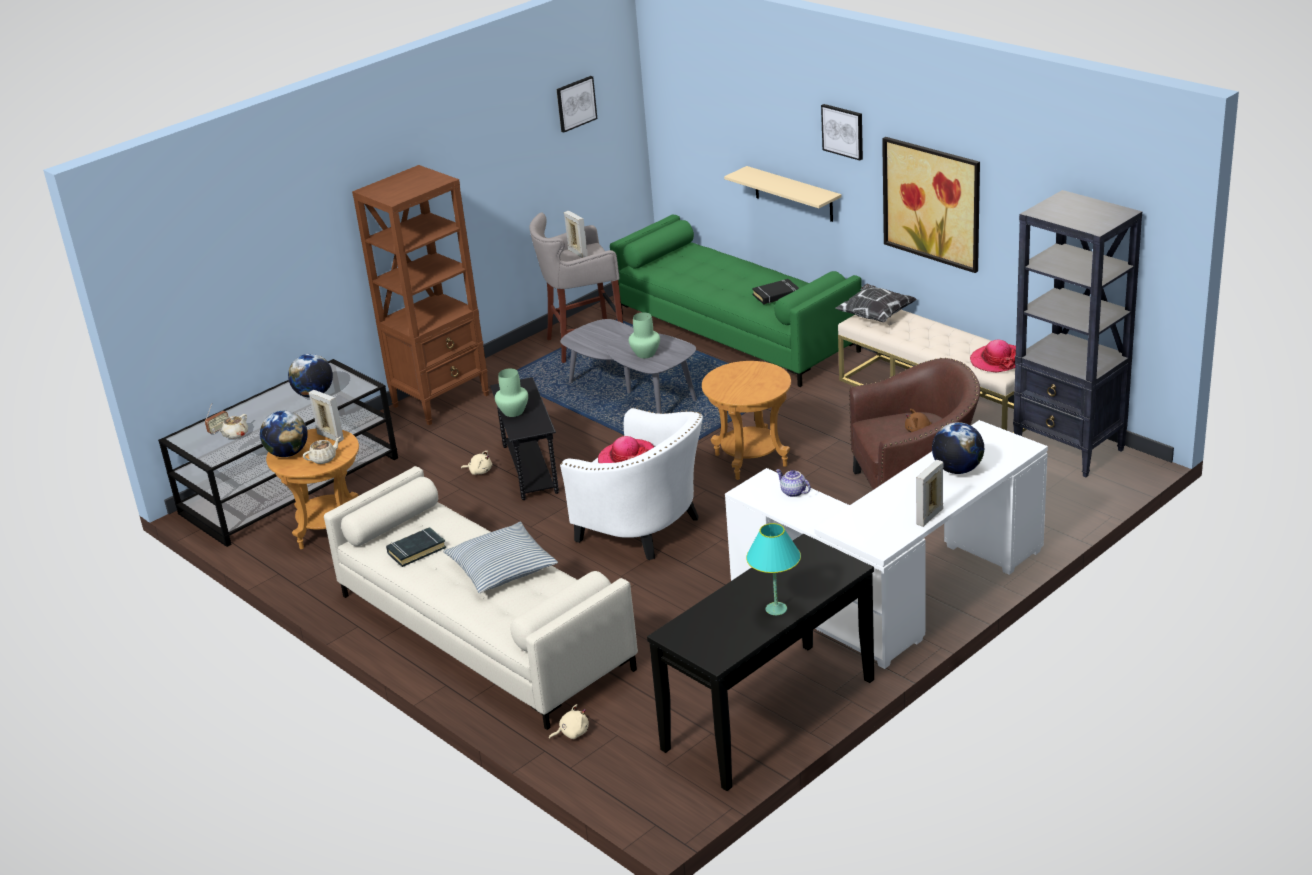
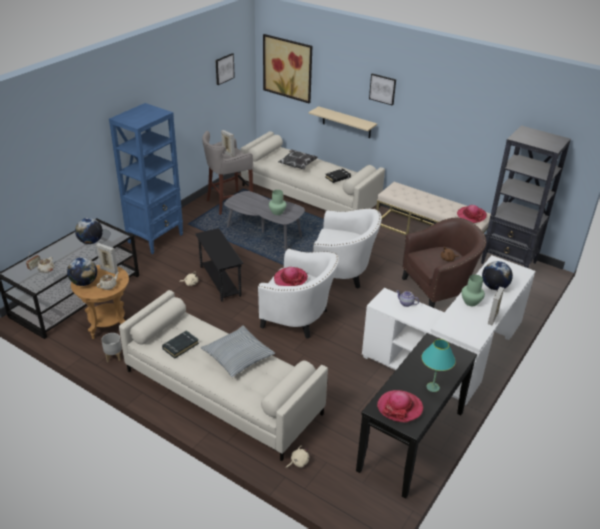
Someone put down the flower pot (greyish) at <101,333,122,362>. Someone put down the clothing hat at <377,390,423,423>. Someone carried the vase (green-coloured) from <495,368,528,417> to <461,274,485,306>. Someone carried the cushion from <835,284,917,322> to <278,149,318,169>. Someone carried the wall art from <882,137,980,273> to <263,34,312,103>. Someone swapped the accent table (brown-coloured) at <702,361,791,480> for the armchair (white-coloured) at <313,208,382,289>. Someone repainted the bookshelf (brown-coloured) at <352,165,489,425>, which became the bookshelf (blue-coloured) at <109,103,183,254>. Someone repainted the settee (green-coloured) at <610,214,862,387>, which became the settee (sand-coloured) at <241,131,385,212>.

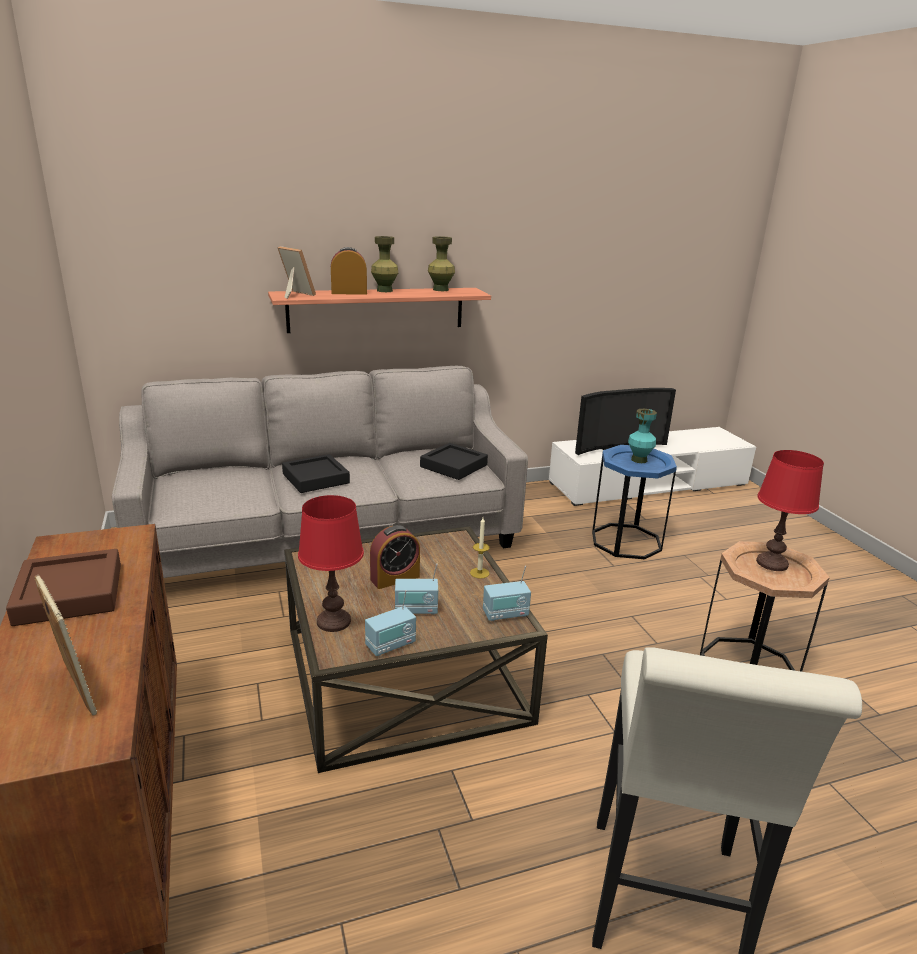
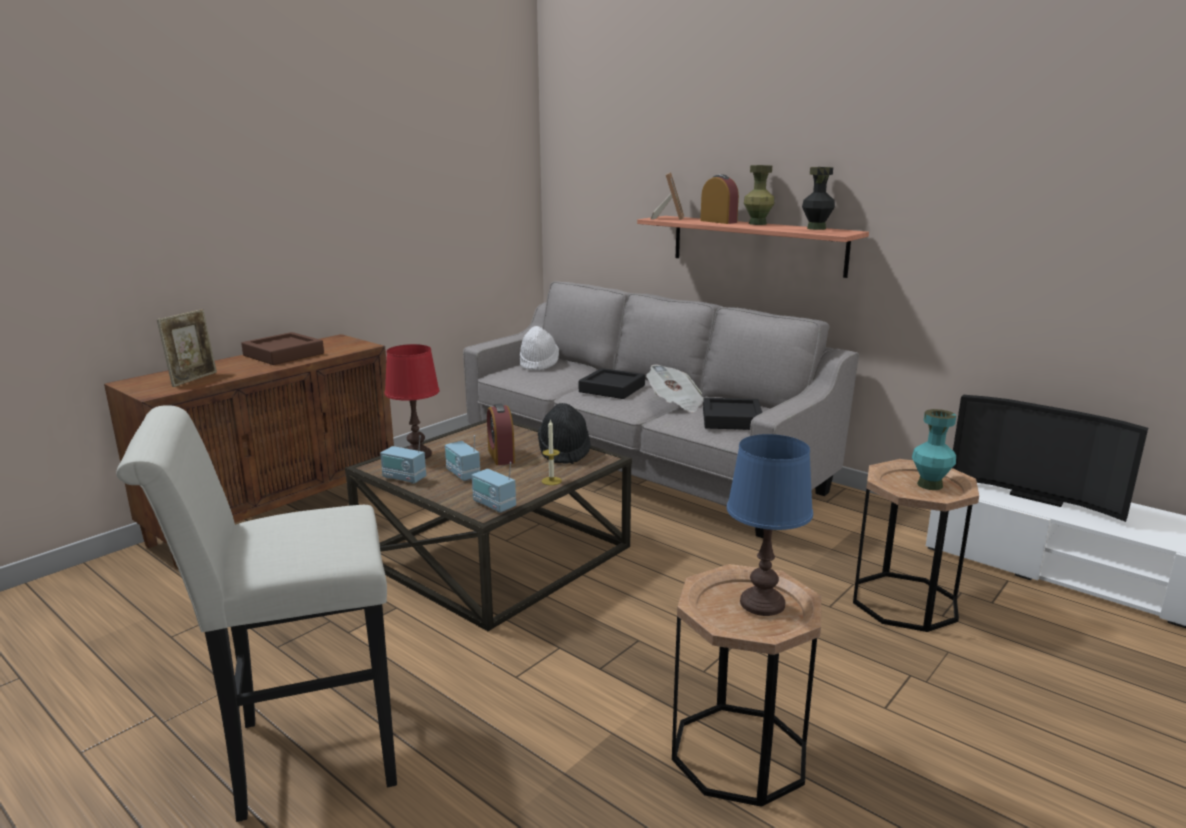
Someone put down the clothing hat (white-coloured) at <520,326,559,371>. Someone put down the clothing hat (black) at <538,403,591,464>. Someone put down the printed paper at <646,364,704,412>. Someone repainted the vase (green-coloured) at <428,236,455,291>, which became the vase (black) at <802,167,835,230>. Someone repainted the accent table (blue-coloured) at <592,445,677,559>, which became the accent table (brown-coloured) at <853,459,979,632>. Someone repainted the tabletop lamp (reddish) at <756,450,824,571>, which became the tabletop lamp (blue-coloured) at <727,434,813,616>. Someone rotated the alarm clock at <370,525,420,589> by 45 degrees clockwise.

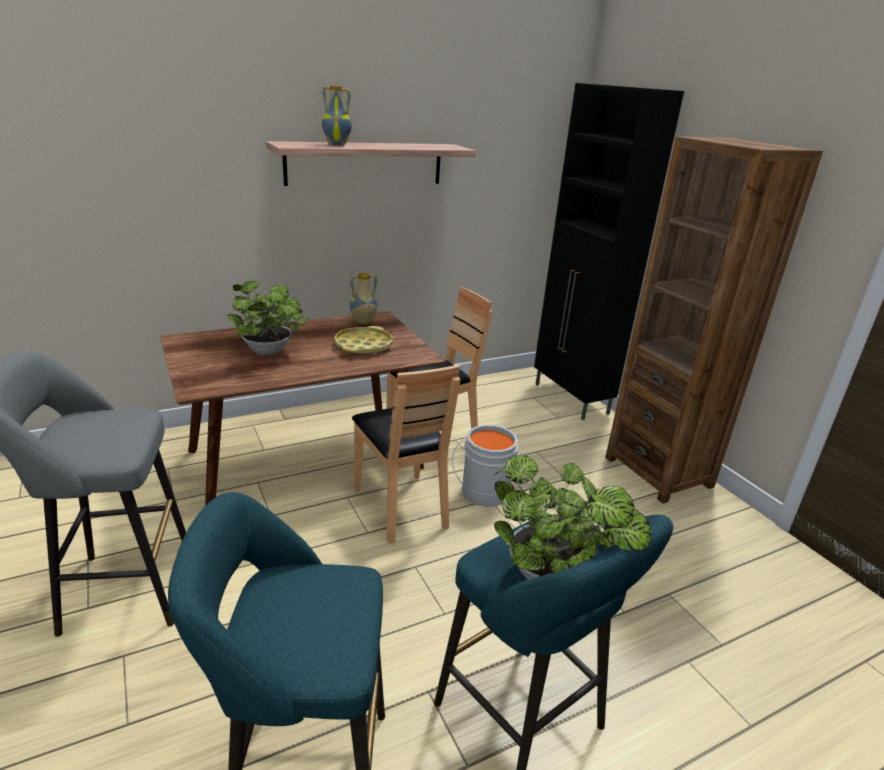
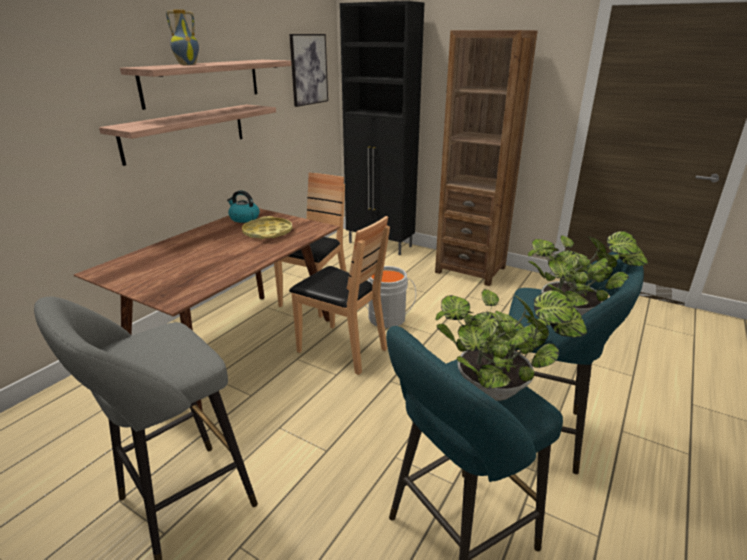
Someone put up the bracket shelf at <99,104,276,166>. Someone put up the wall art at <289,34,328,107>. Someone carried the houseplant from <227,281,308,355> to <435,289,587,401>. Someone swapped the vase at <350,273,377,324> for the kettle at <227,190,259,223>.

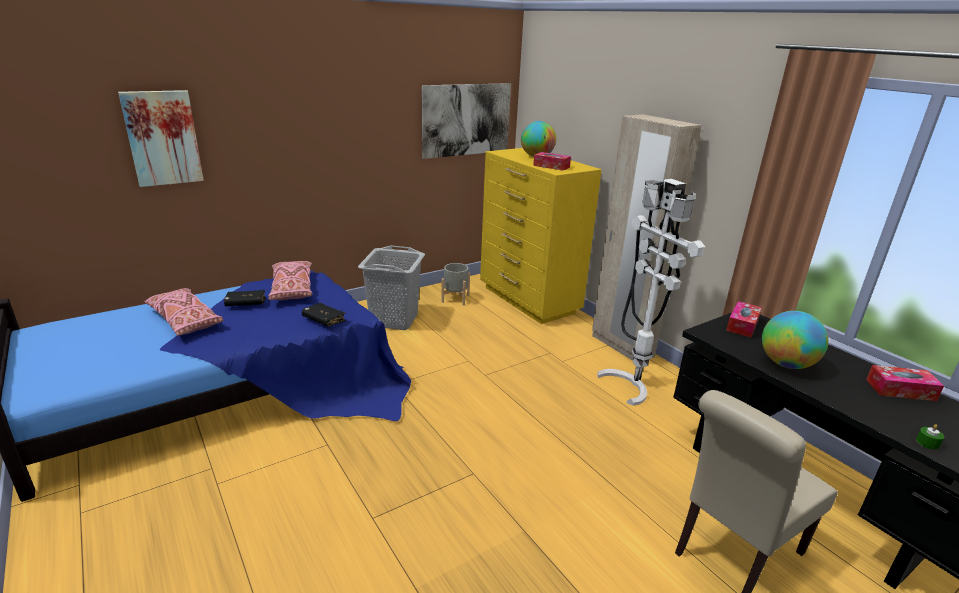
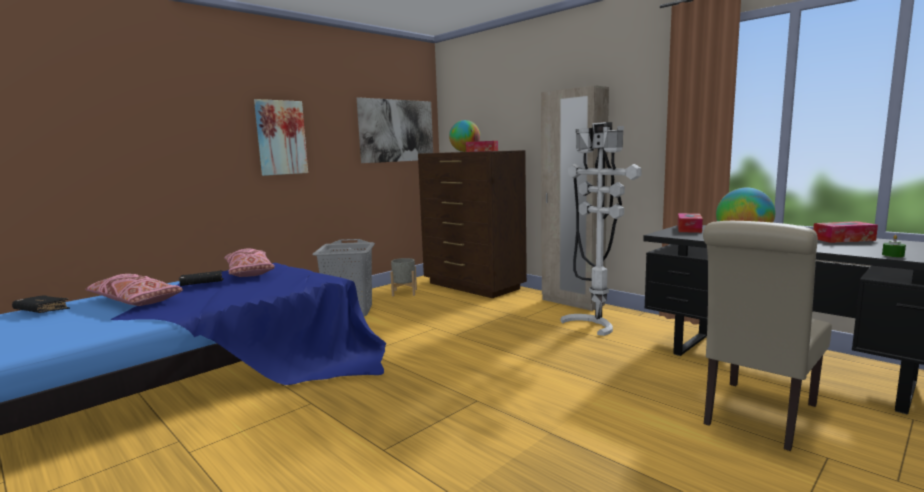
Someone carried the wall art from <118,90,204,187> to <254,99,308,176>. Someone carried the bound book (black) from <302,303,346,327> to <12,295,70,313>. Someone repainted the drawer chest (yellow-coloured) at <480,148,602,324>, which became the drawer chest (brown-coloured) at <418,150,527,298>.

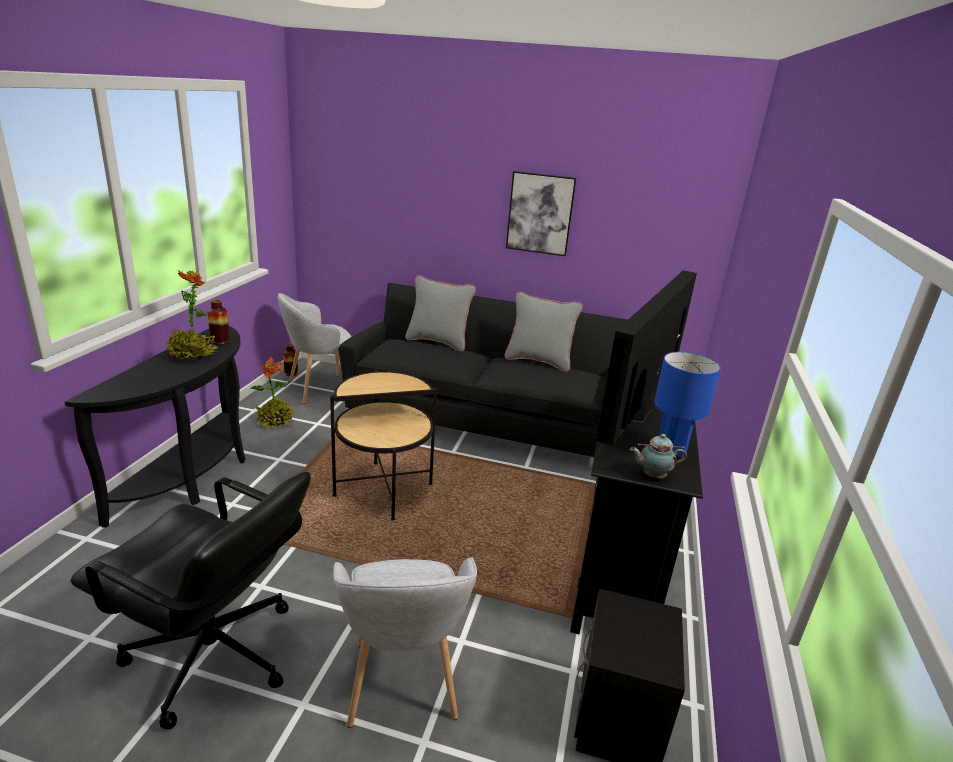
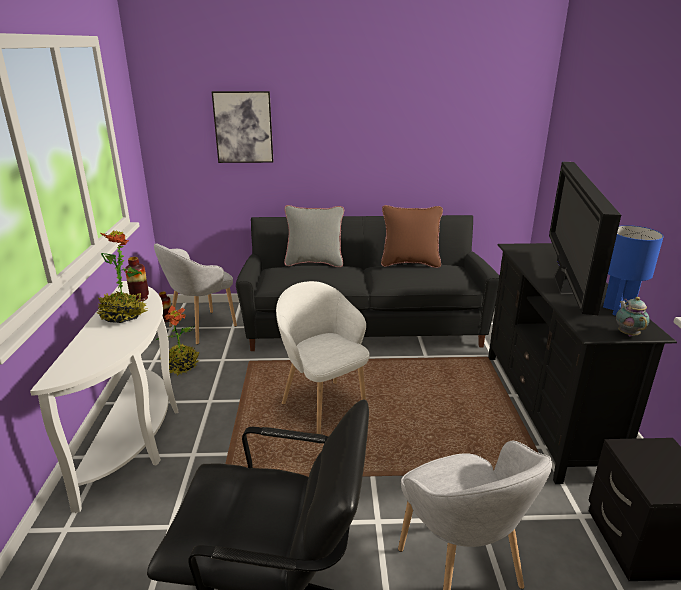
Someone carried the wall art from <506,171,576,256> to <212,91,273,163>. Someone swapped the accent table at <330,370,437,521> for the armchair (white-coloured) at <276,281,370,434>. Someone repainted the console table (black) at <64,326,246,528>, which became the console table (white-coloured) at <30,281,179,513>. Someone repainted the cushion (greyish) at <505,292,583,372>, which became the cushion (brown-coloured) at <381,205,443,268>. Someone rotated the tea pot at <630,434,687,478> by 105 degrees clockwise.

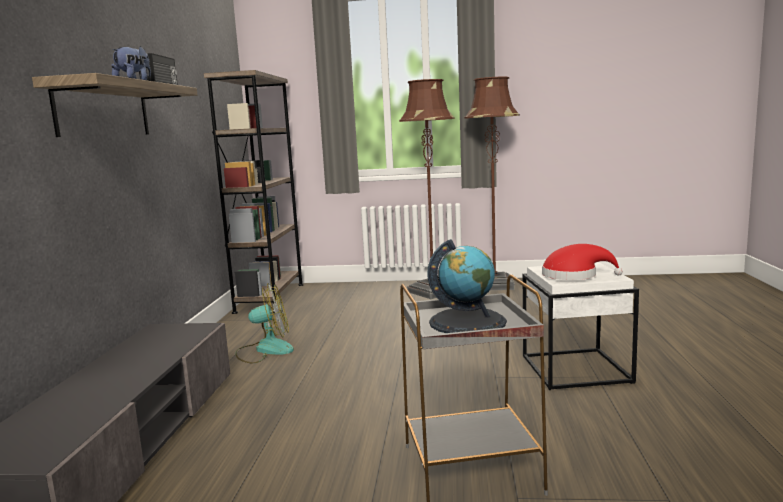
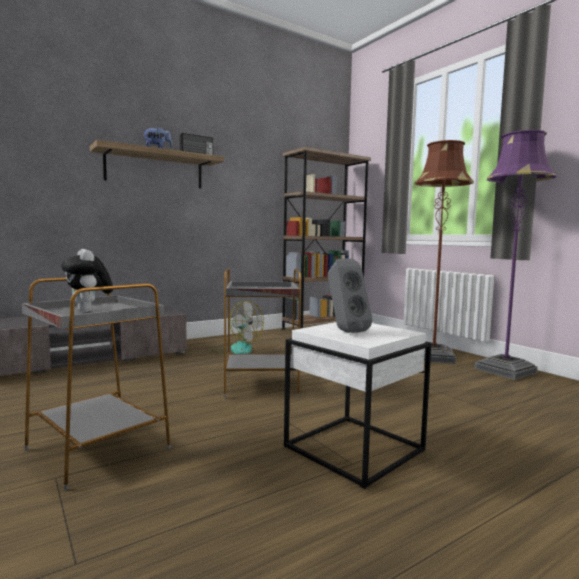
Someone put down the accent table (greyish) at <224,267,301,398>. Someone swapped the world globe at <428,239,507,333> for the plush toy at <61,249,113,312>. Someone swapped the clothing hat (reddish) at <542,244,623,280> for the loudspeaker (greyish) at <328,259,372,333>. Someone repainted the standing lamp (brown-coloured) at <464,77,520,290>, which became the standing lamp (purple-coloured) at <475,130,557,380>.

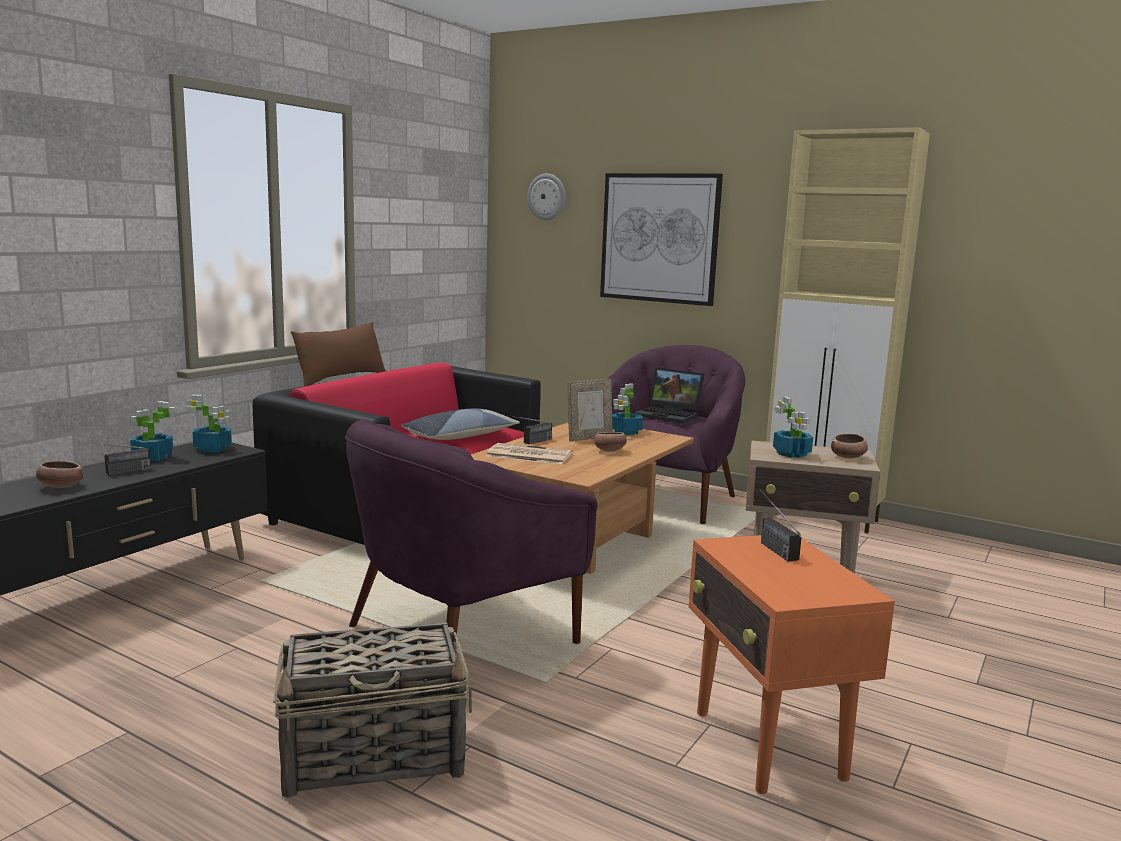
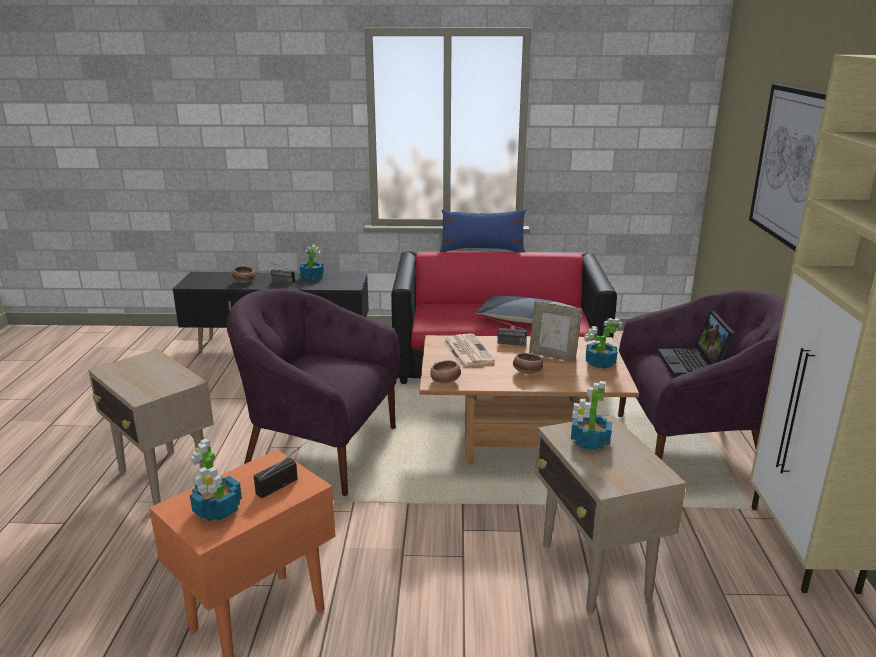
Someone took away the wall clock at <527,174,566,220>. Someone carried the houseplant from <186,394,232,453> to <190,439,242,521>. Someone carried the bowl from <831,433,868,459> to <430,360,461,384>. Someone swapped the storage basket at <273,623,472,798> for the accent table (sand-coloured) at <88,349,214,505>. Someone repainted the cushion (brown-coloured) at <291,322,386,387>, which became the cushion (blue-coloured) at <440,210,526,252>.

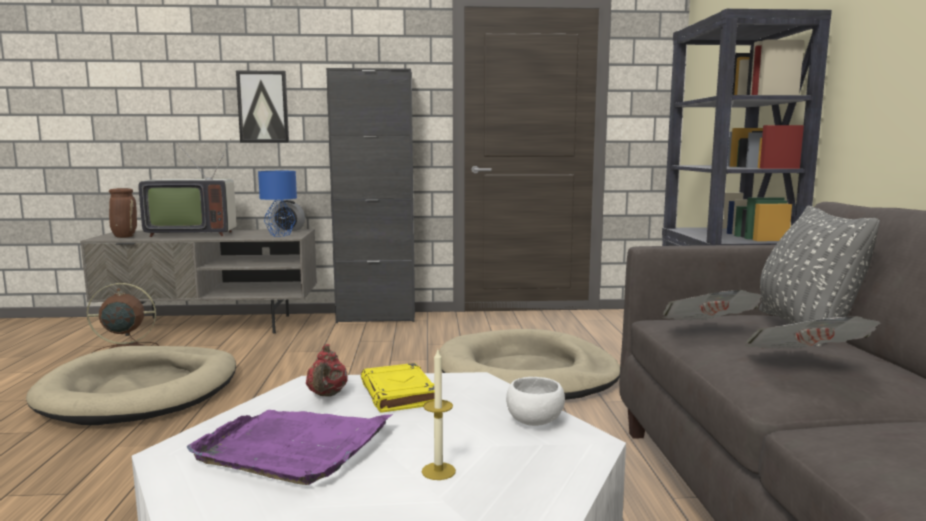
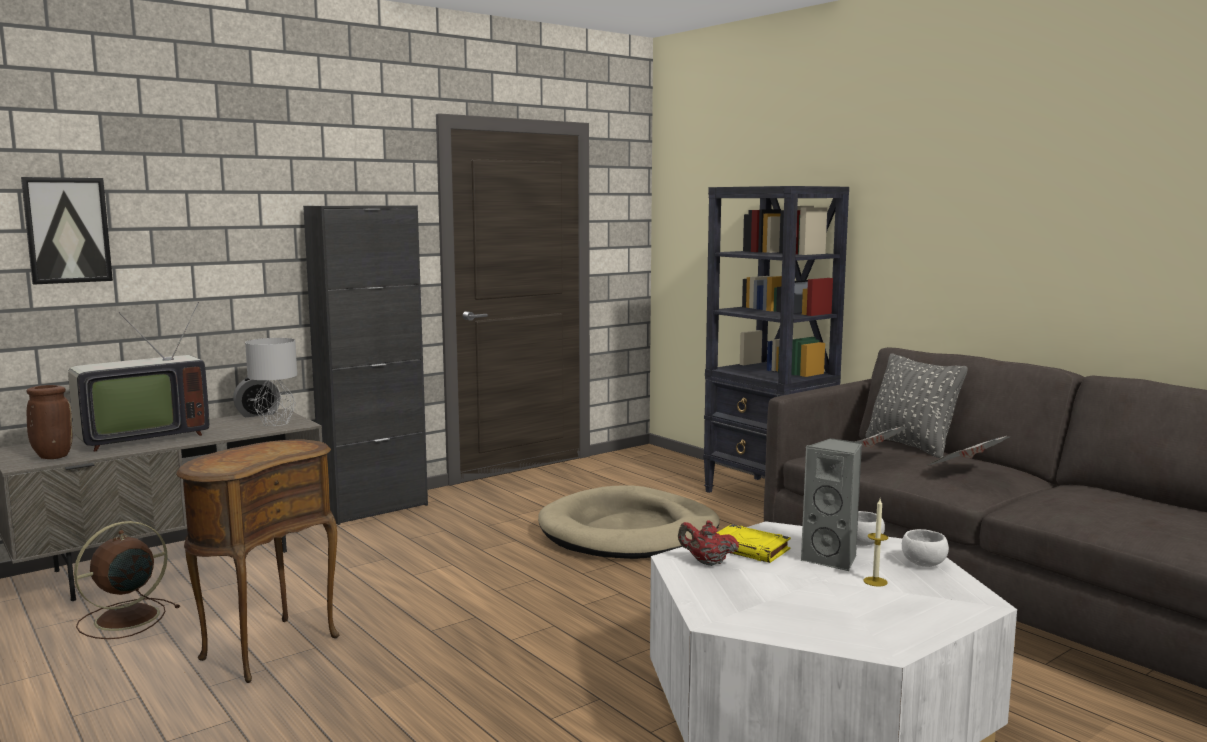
Someone took away the serving tray (purple-coloured) at <187,410,393,485>. Someone put down the loudspeaker (greyish) at <801,438,862,571>. Someone put down the bowl (white-coloured) at <902,529,949,567>. Someone carried the wall art from <236,70,289,142> to <21,177,113,285>. Someone swapped the dog cushion (sand-coloured) at <26,346,236,425> for the accent table (brown-coloured) at <176,440,339,683>. Someone repainted the tabletop lamp (blue-coloured) at <258,171,297,236>, which became the tabletop lamp (greyish) at <245,338,297,426>. Someone rotated the tea pot (reddish) at <306,344,348,397> by 150 degrees clockwise.

